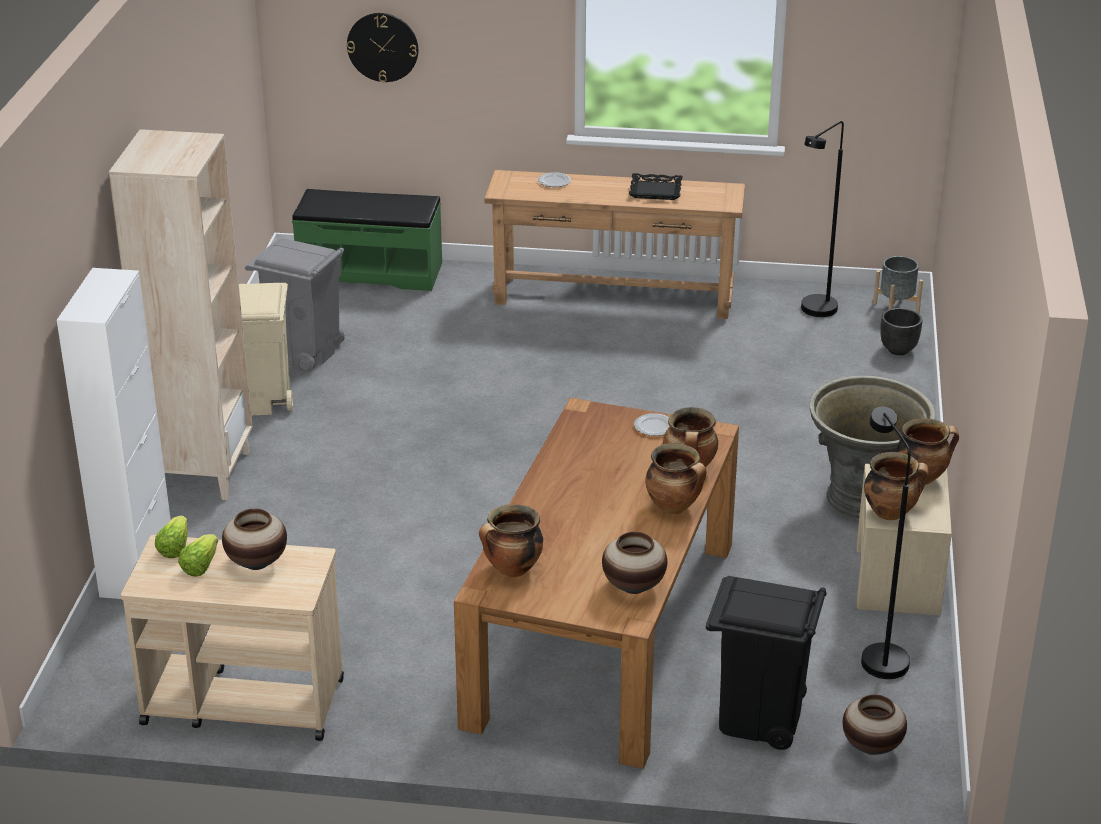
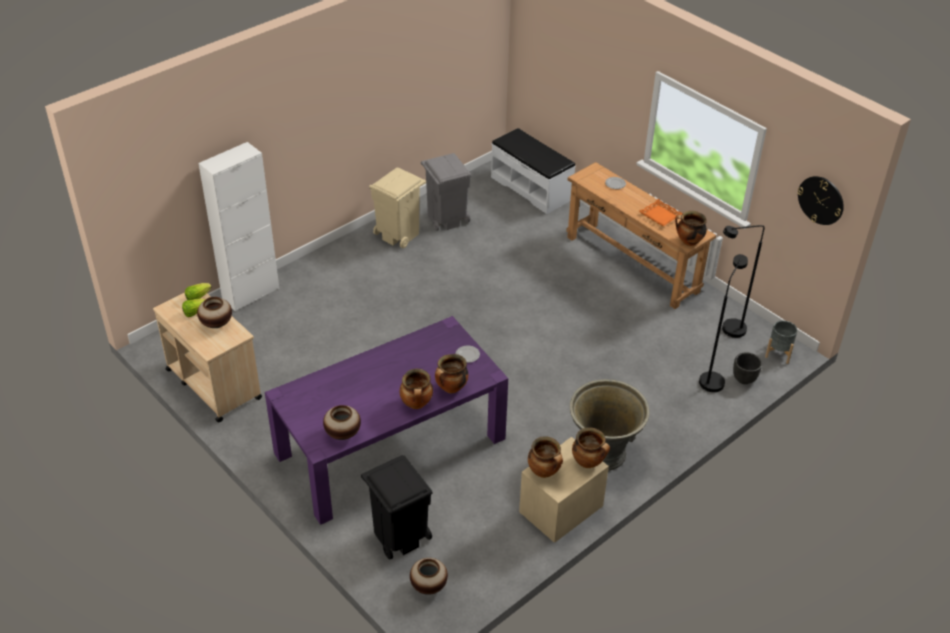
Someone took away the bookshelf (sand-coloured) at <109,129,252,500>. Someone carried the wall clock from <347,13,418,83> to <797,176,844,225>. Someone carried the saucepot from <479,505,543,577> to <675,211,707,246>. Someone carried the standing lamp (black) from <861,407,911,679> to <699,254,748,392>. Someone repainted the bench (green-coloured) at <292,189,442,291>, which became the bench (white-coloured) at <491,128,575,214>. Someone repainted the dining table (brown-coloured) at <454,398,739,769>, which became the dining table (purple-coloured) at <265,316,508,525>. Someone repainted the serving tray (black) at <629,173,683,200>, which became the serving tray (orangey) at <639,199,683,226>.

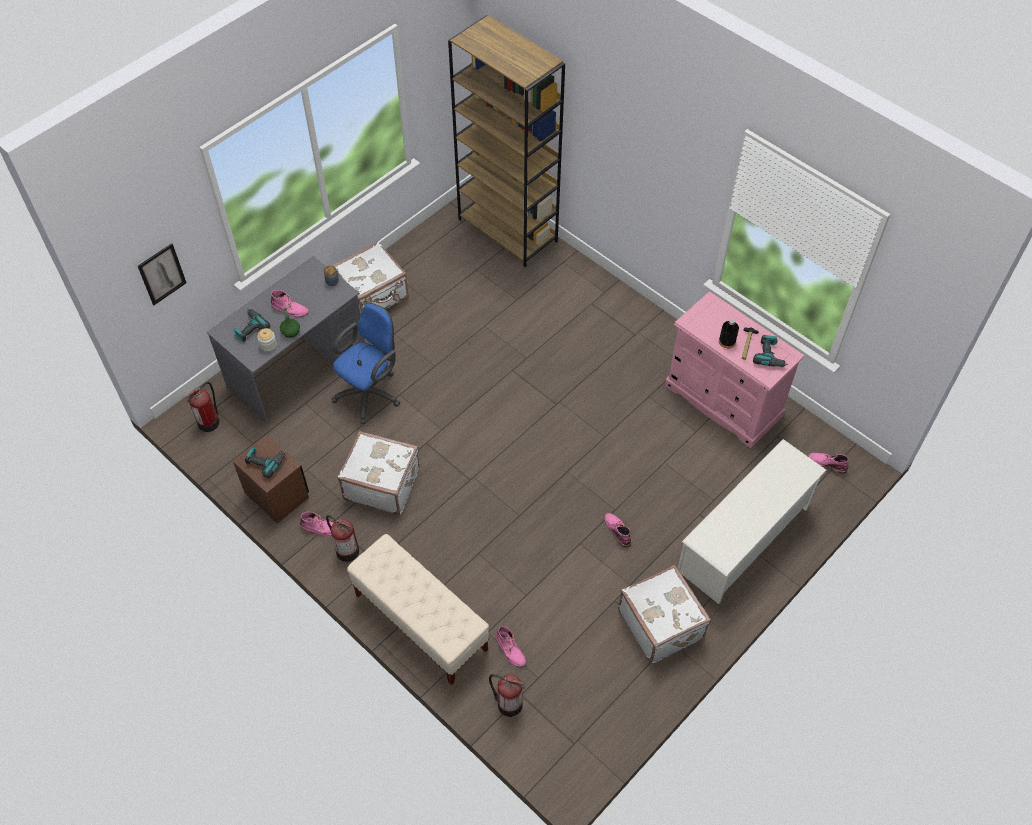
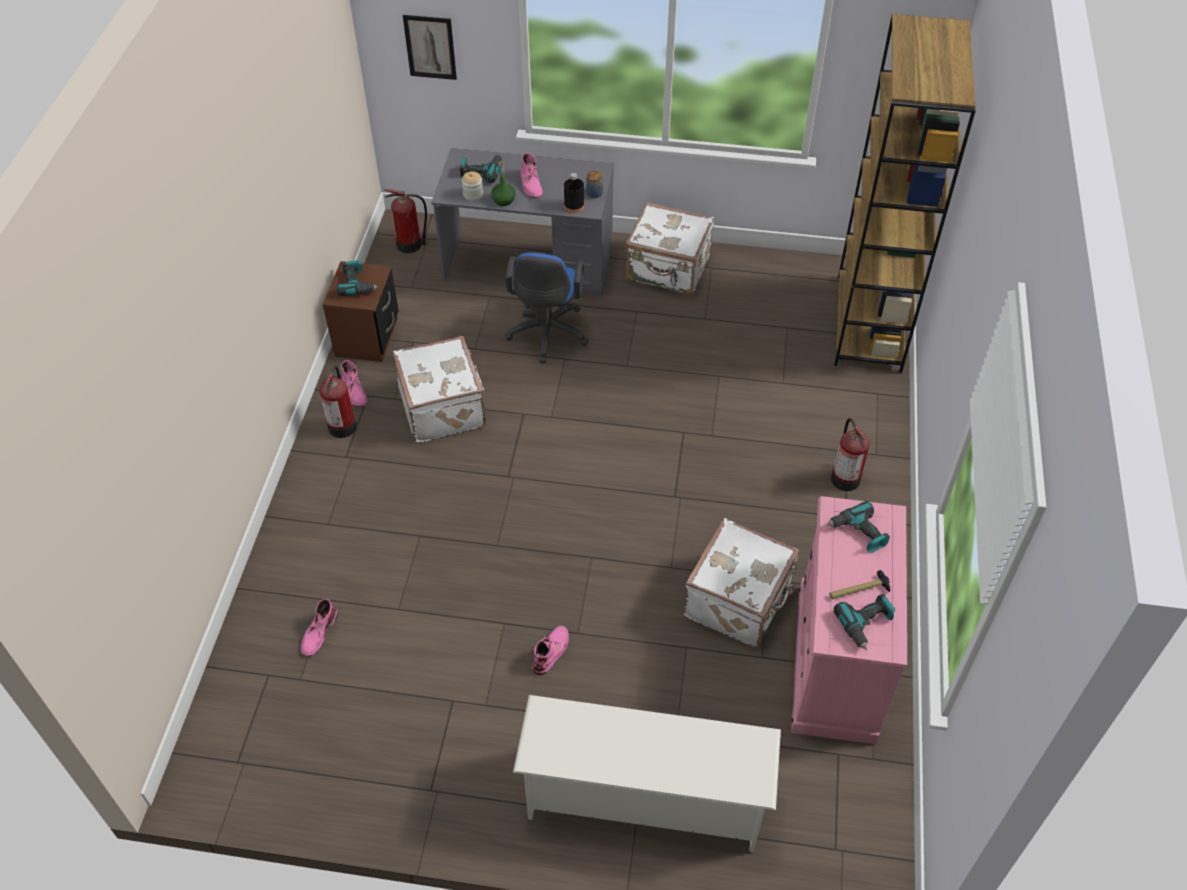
Someone took away the bench (sand-coloured) at <347,534,489,685>. Someone took away the high-top boot (pink-coloured) at <808,453,849,474>. Someone put down the power drill at <827,501,890,553>. Someone carried the fire extinguisher from <489,674,525,717> to <831,418,870,491>. Someone carried the piece of luggage (white-coloured) from <618,565,711,664> to <683,518,799,647>. Someone carried the bottle (black) from <719,319,739,348> to <564,173,584,213>. Someone rotated the desk chair (blue-coloured) at <332,303,400,424> by 90 degrees clockwise.

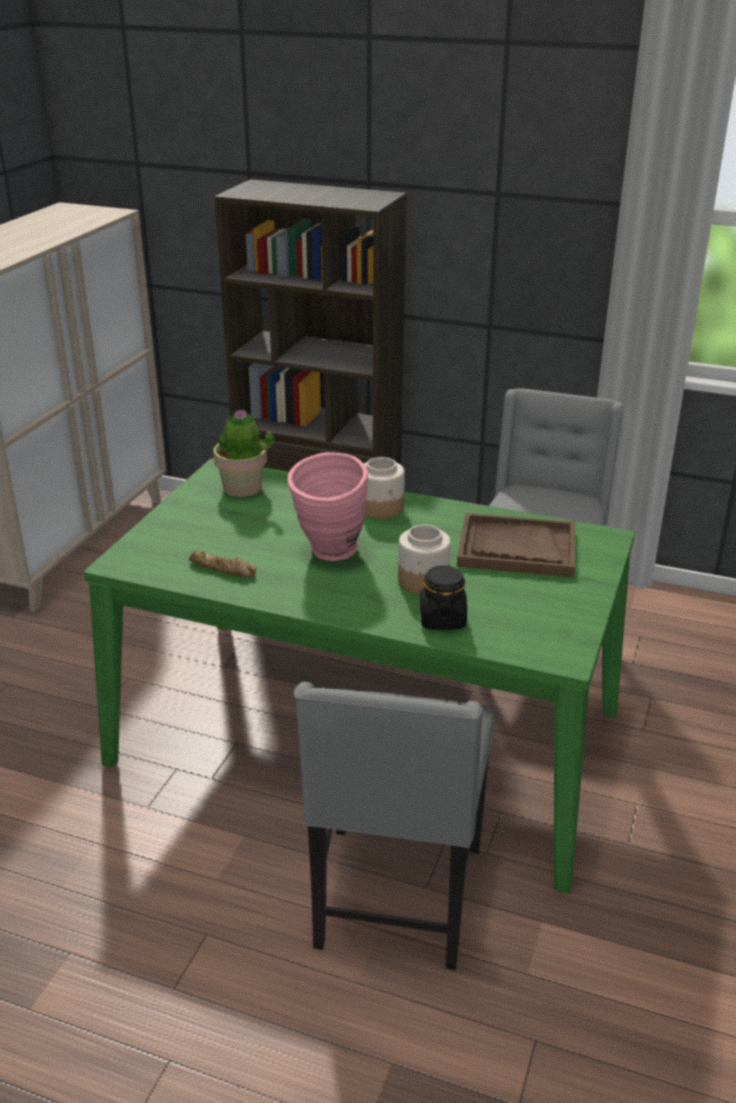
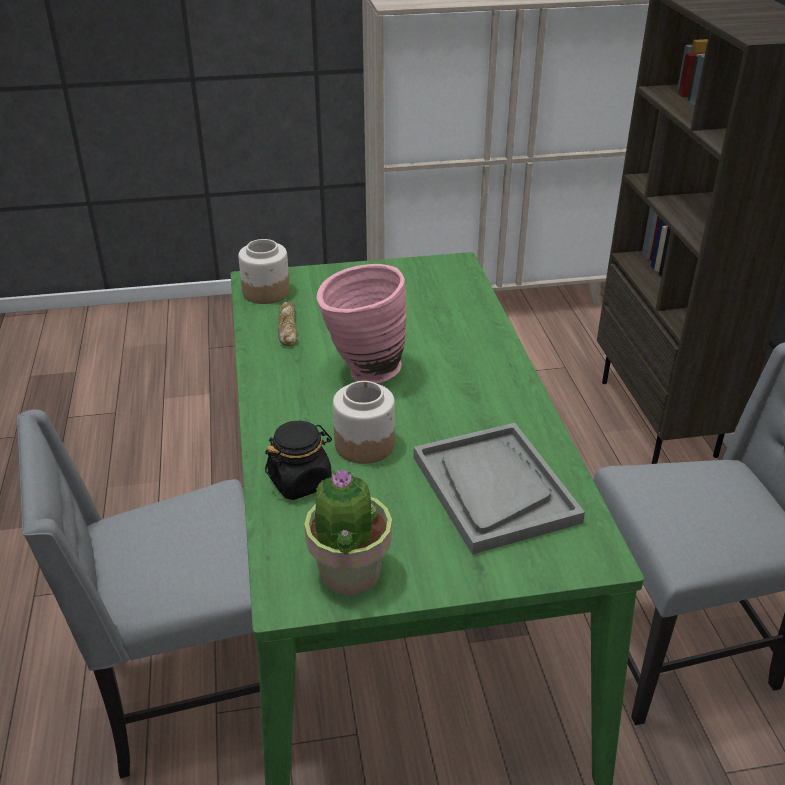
Someone carried the houseplant from <213,409,274,497> to <304,469,392,595>. Someone carried the storage jar from <364,457,405,519> to <238,239,290,304>. Someone repainted the serving tray (brown-coloured) at <457,513,575,577>, which became the serving tray (greyish) at <413,423,585,554>.

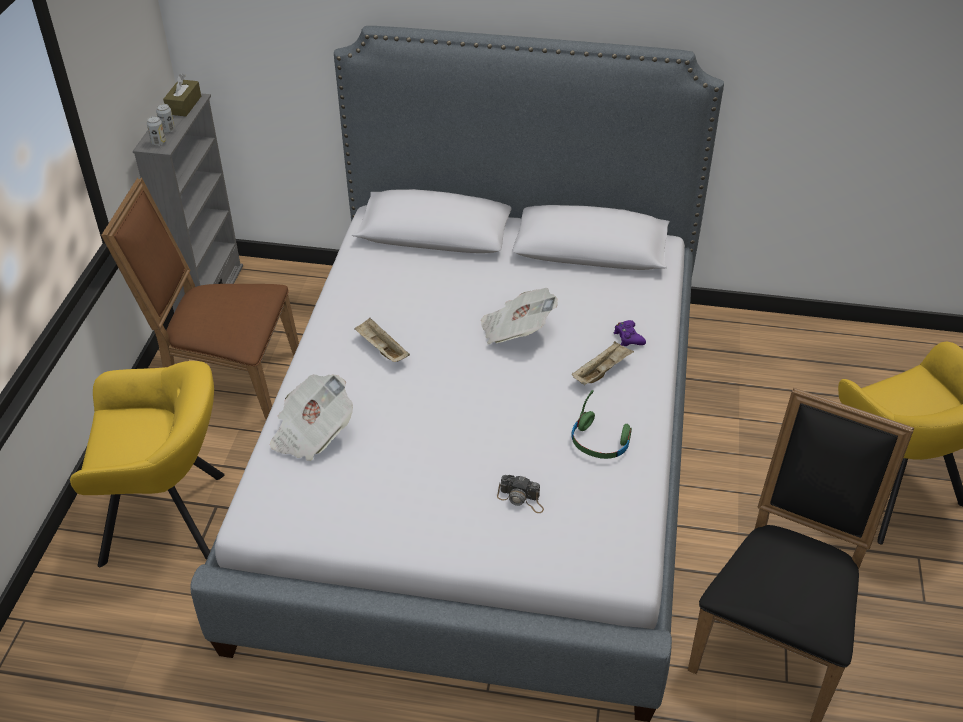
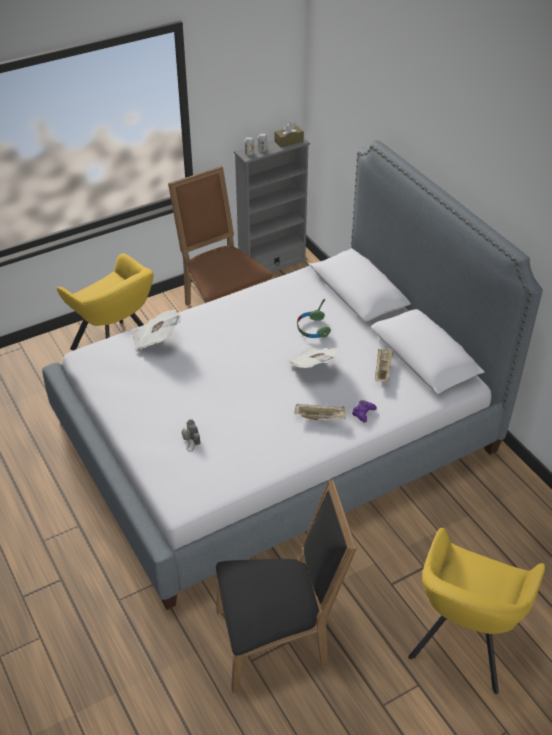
Someone carried the serving tray (sand-coloured) from <354,318,410,362> to <375,349,393,383>. Someone carried the headphones (green-coloured) from <571,390,632,459> to <297,299,331,338>.

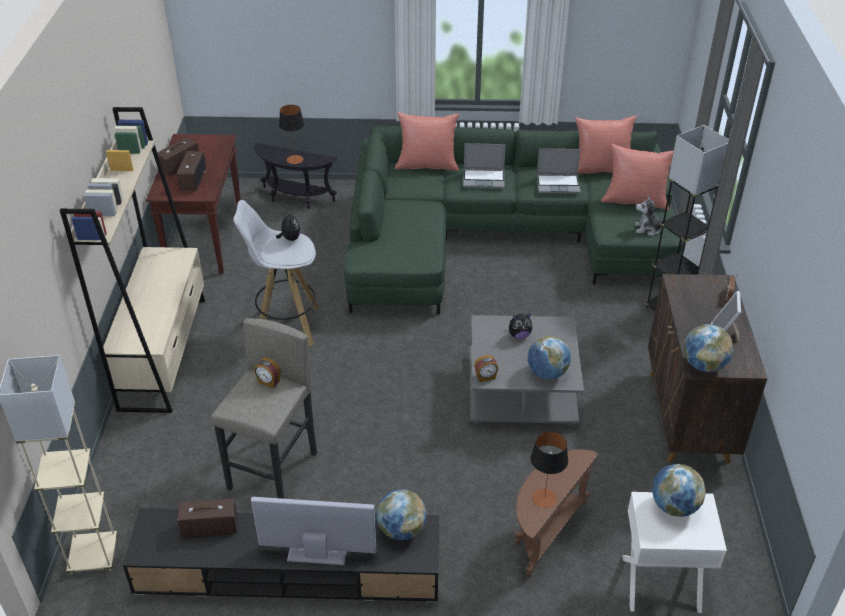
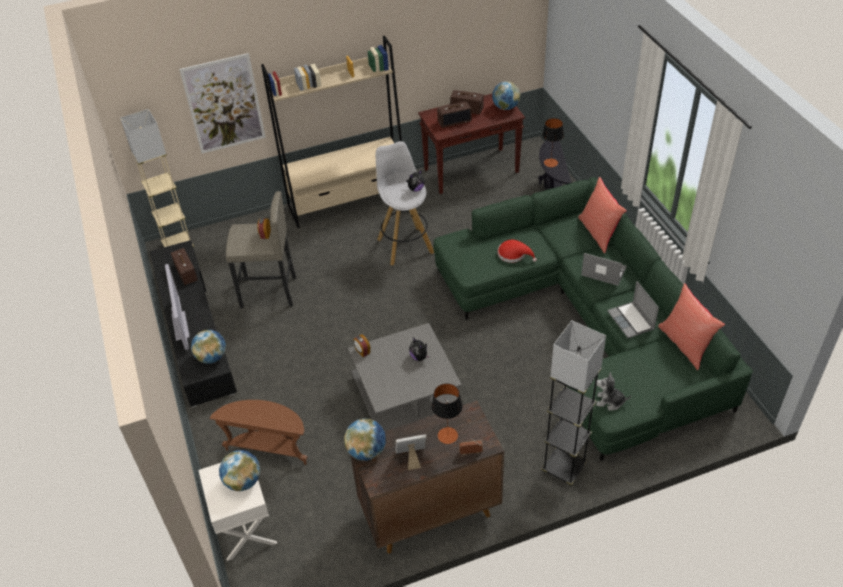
Someone took away the cushion (reddish) at <601,144,674,210>. Someone put up the wall art at <179,53,266,154>. Someone put down the clothing hat (reddish) at <498,240,537,263>. Someone carried the world globe from <527,336,571,380> to <492,81,520,110>. Someone carried the tabletop lamp from <531,431,568,508> to <431,384,463,444>. Someone rotated the portable computer at <463,143,506,189> by 135 degrees clockwise. Someone rotated the plush toy at <635,196,663,236> by 60 degrees counterclockwise.

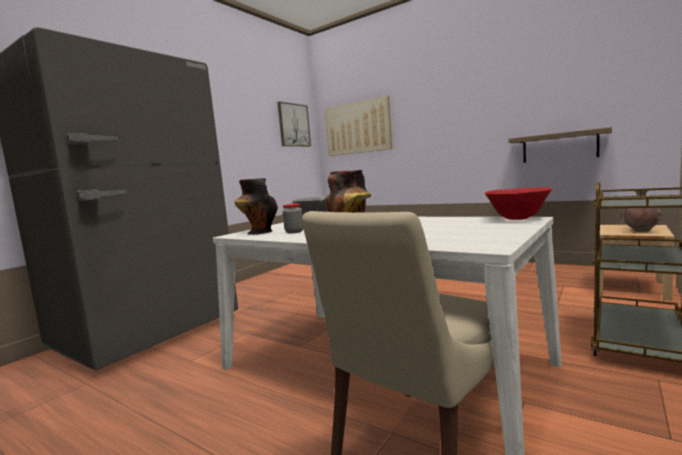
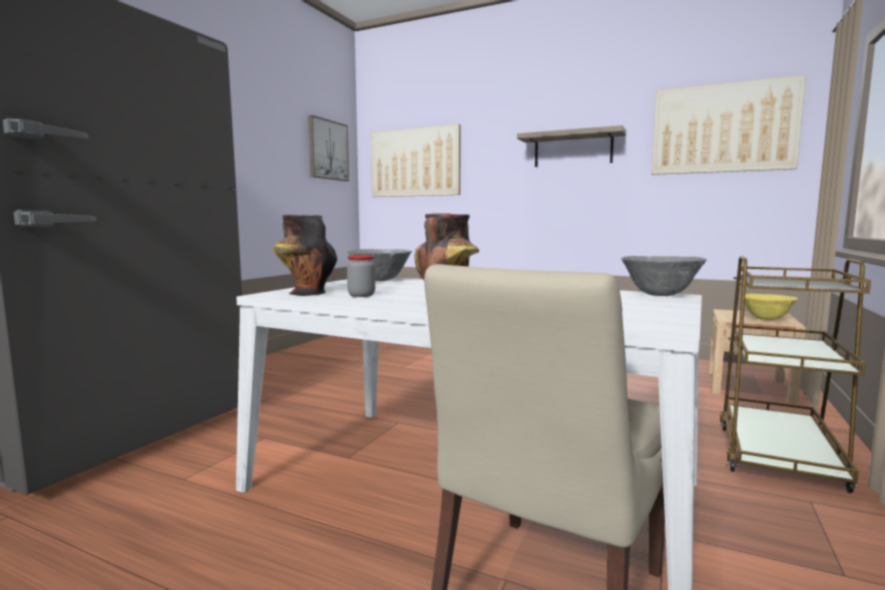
Someone put up the wall art at <652,75,806,175>. Someone carried the bracket shelf from <508,127,612,163> to <517,125,626,167>. Someone swapped the vase (brown-coloured) at <620,190,664,232> for the bowl (yellow-coloured) at <740,294,798,320>. Someone repainted the bowl (reddish) at <485,187,552,220>, which became the bowl (greyish) at <621,256,707,296>.

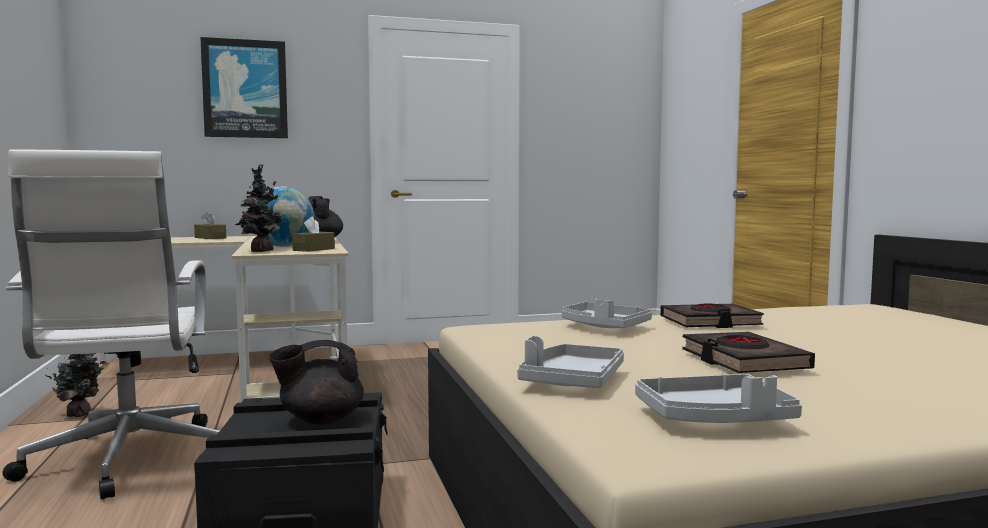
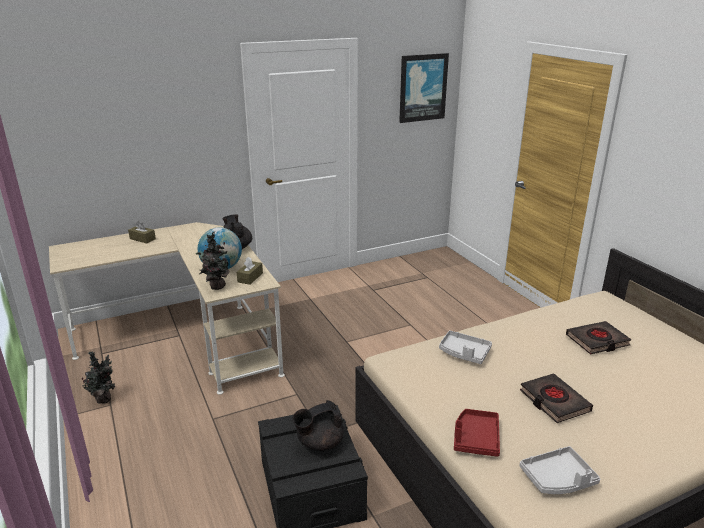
Someone took away the desk chair (white-coloured) at <2,149,220,500>. Someone carried the wall art from <200,37,288,138> to <399,53,449,123>. Someone carried the bound book (black) from <660,304,764,328> to <566,321,632,354>. Someone repainted the serving tray (greyish) at <517,336,624,388>, which became the serving tray (reddish) at <454,409,500,457>.

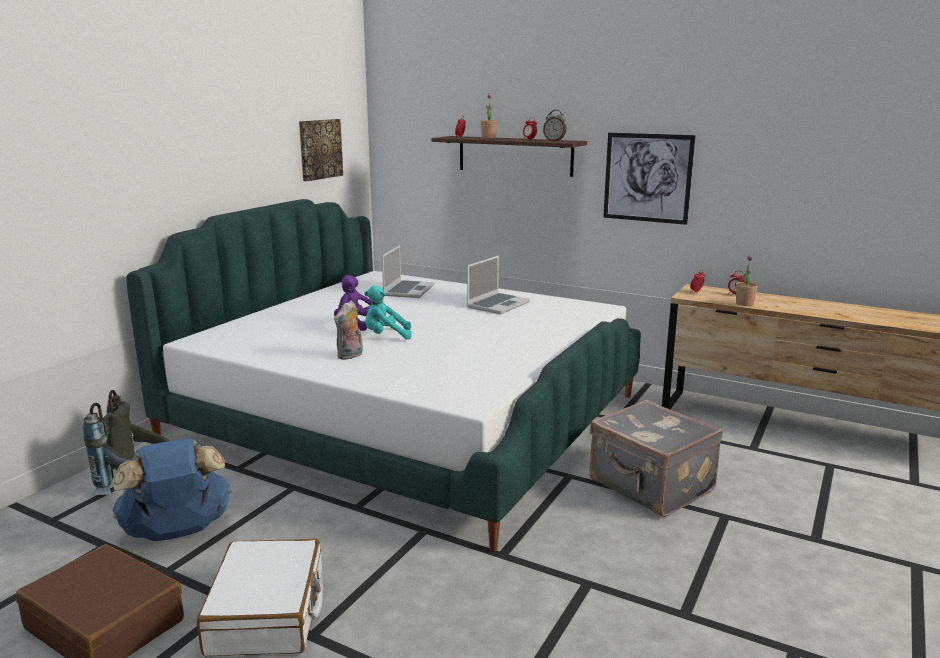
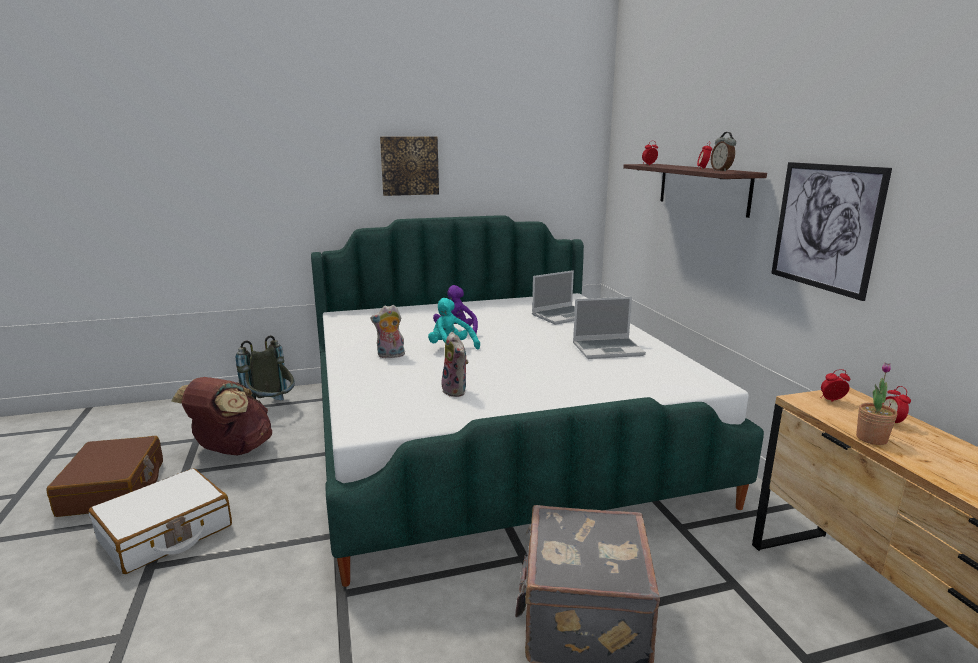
Someone took away the houseplant at <481,93,498,139>. Someone put down the plush toy at <441,332,468,397>. Someone carried the wall art from <299,119,343,181> to <380,137,439,196>. Someone repainted the rucksack (blue-coloured) at <112,438,231,541>, which became the rucksack (brown-coloured) at <171,377,272,455>.

